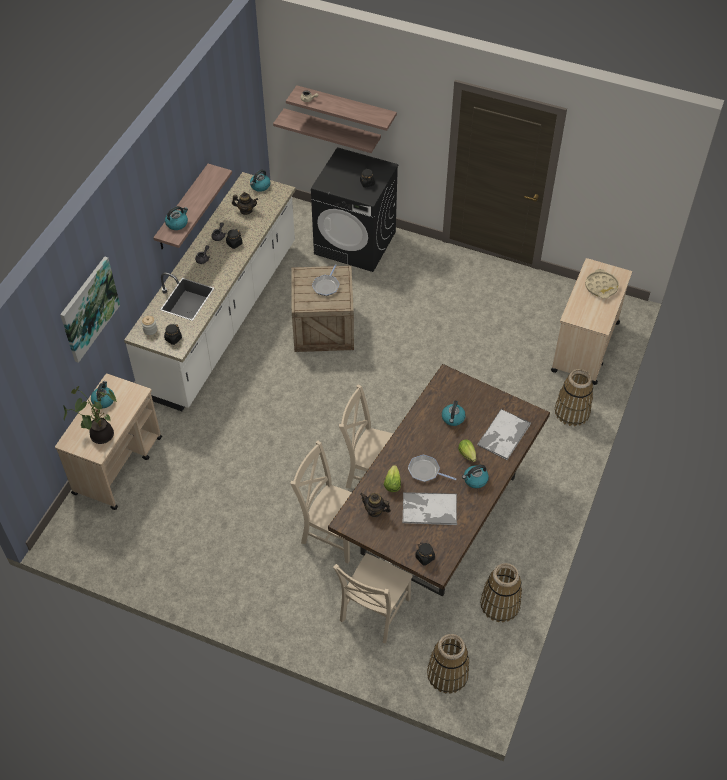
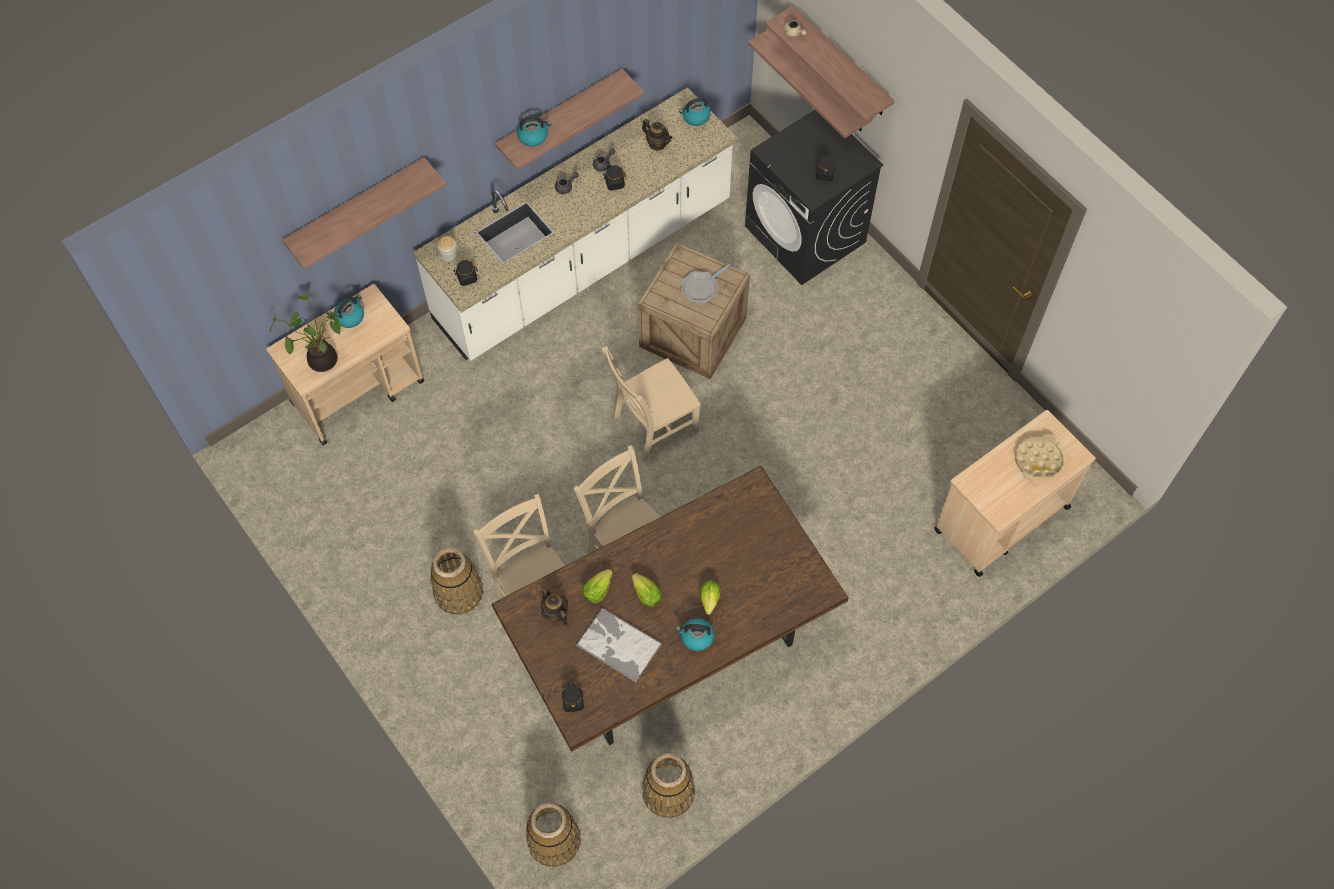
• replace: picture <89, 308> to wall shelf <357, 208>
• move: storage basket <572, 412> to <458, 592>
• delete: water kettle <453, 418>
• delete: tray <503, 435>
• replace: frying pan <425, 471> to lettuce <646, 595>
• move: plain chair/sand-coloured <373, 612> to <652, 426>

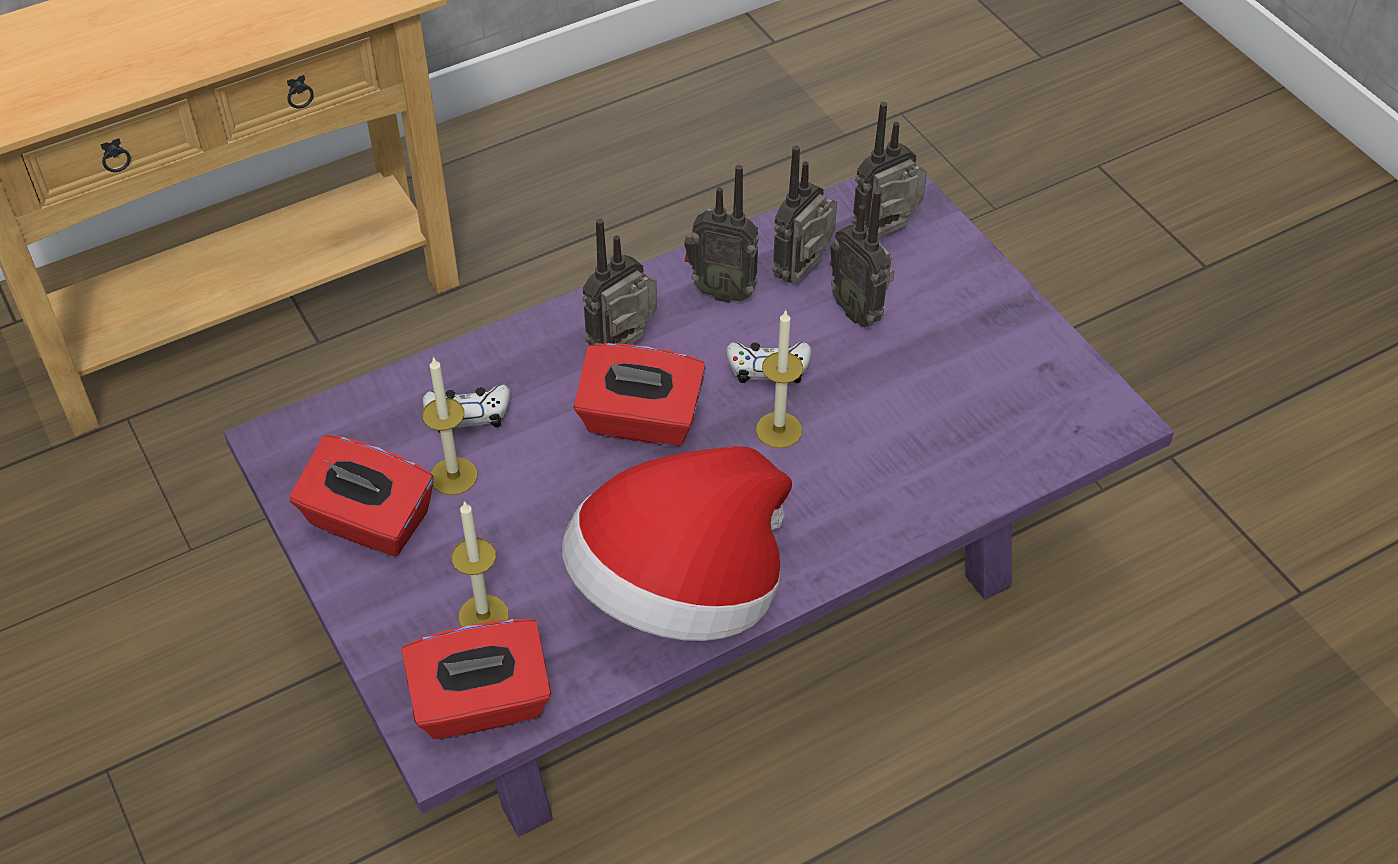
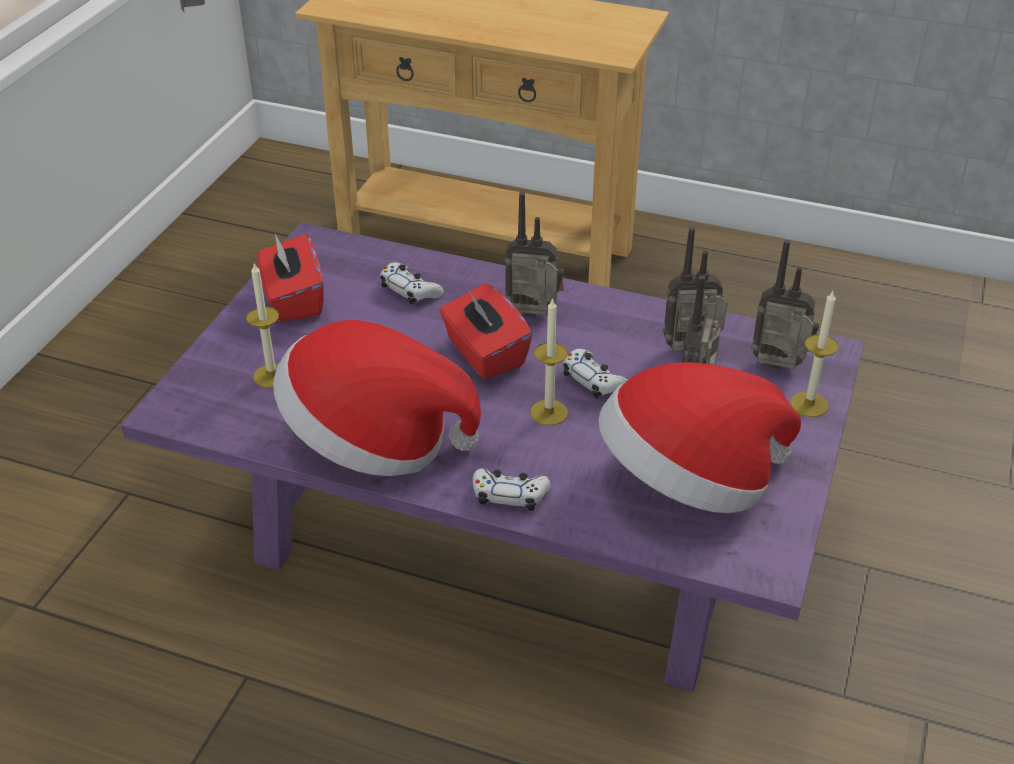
• delete: radio set <722, 290>
• move: wax candle <453, 476> to <809, 404>
• delete: tissue box/reddish <482, 704>
• insert: clothing hat <688, 482>
• insert: gamepad/white <510, 494>

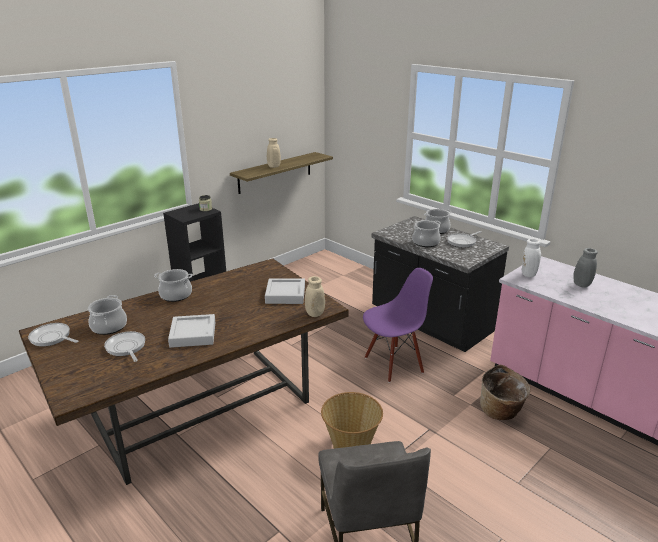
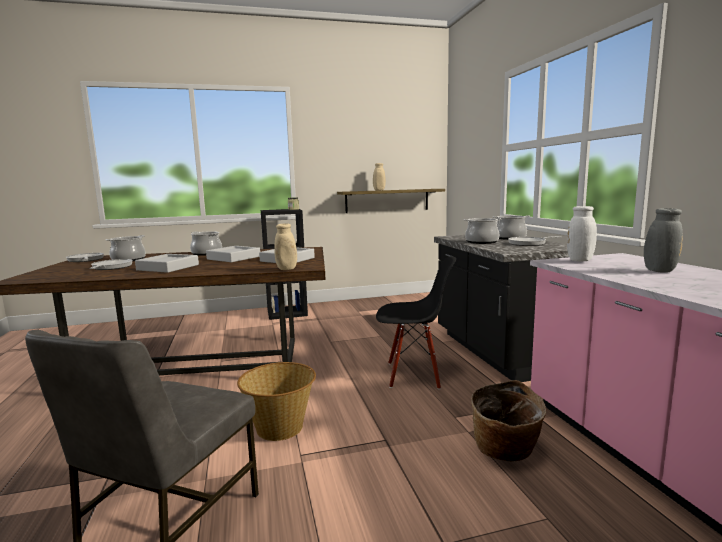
• recolor: plain chair/purplish <393, 364> to plain chair/black <414, 374>
• insert: tray/gray <233, 258>

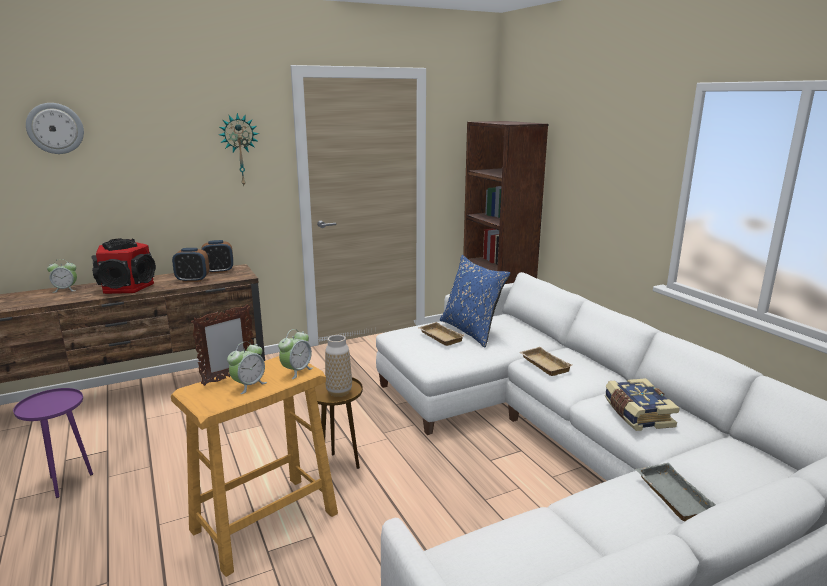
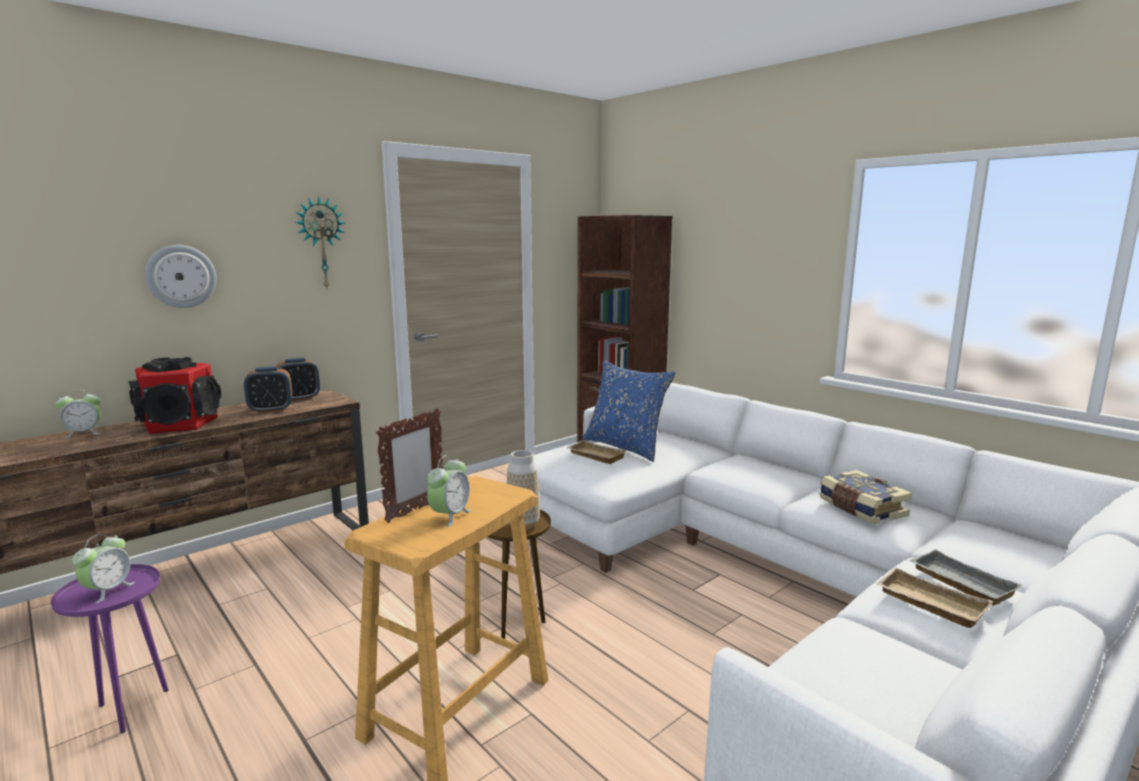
• move: wall clock <55, 128> to <181, 276>
• move: alarm clock <296, 371> to <108, 590>
• move: tray/sand-coloured <543, 365> to <928, 604>

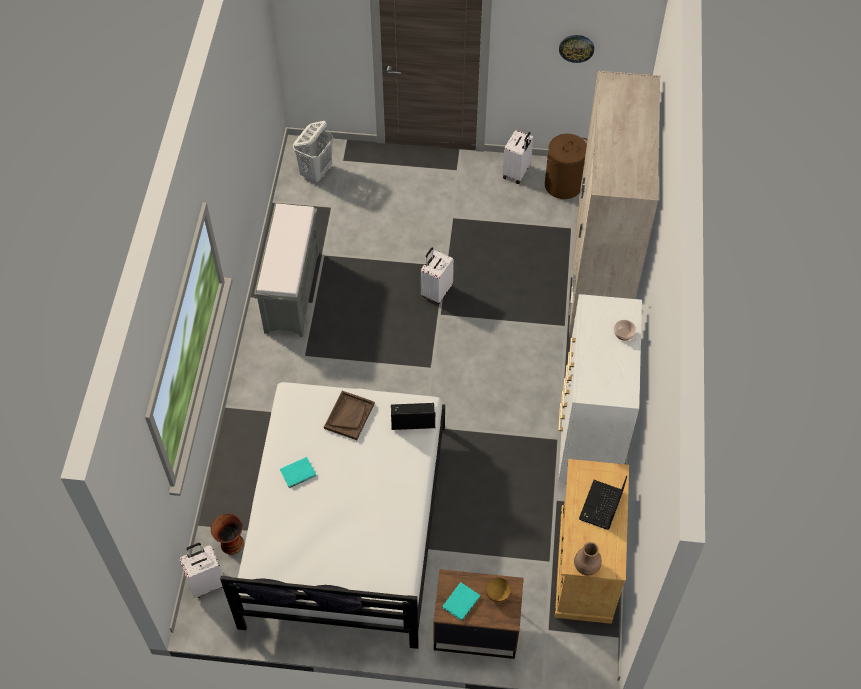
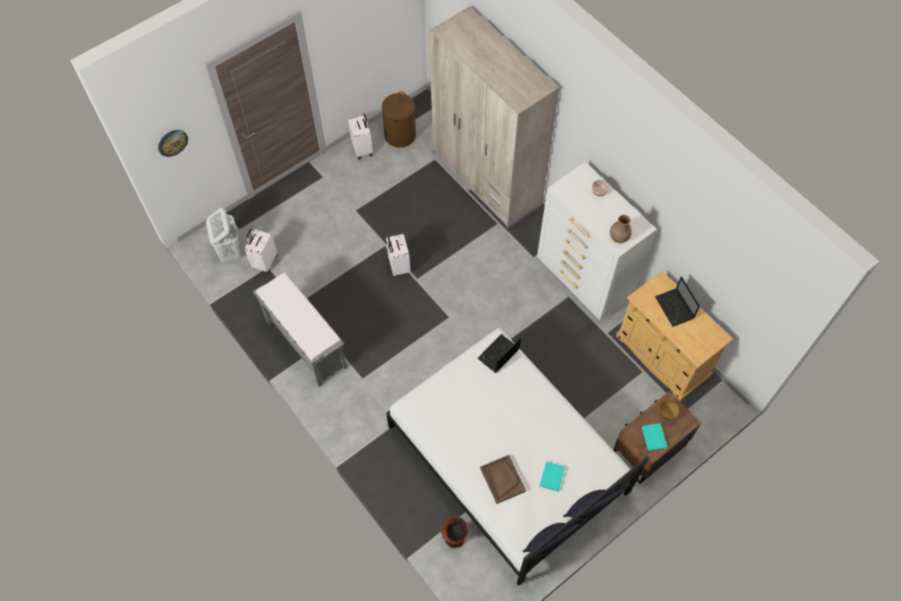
• move: wall clock <576, 48> to <172, 142>
• move: tray/brown <349, 416> to <502, 479>
• move: volume/turquoise <299, 473> to <552, 476>
• move: vase/brown <586, 566> to <618, 237>
• move: piece of luggage/white <207, 582> to <264, 261>

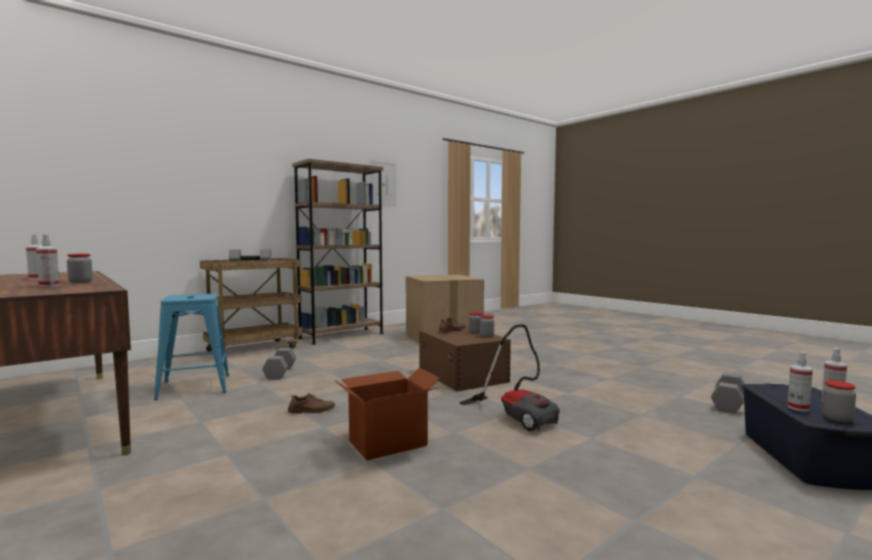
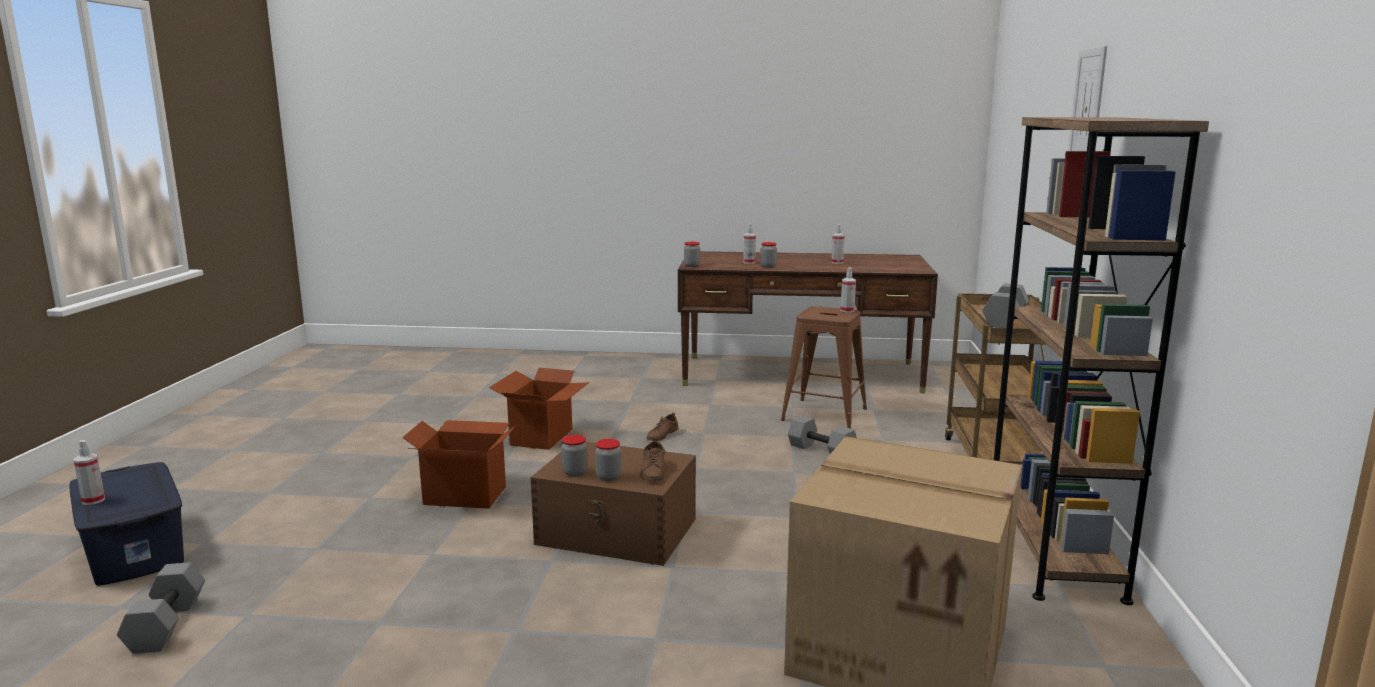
• move: picture <383, 183> to <1087, 105>
• recolor: stool/blue-coloured <194, 387> to stool/brown <825, 414>
• replace: vacuum <517, 416> to cardboard box <465, 495>
• move: hand sprayer <798, 408> to <847, 311>
• move: storage jar <837, 418> to <692, 266>

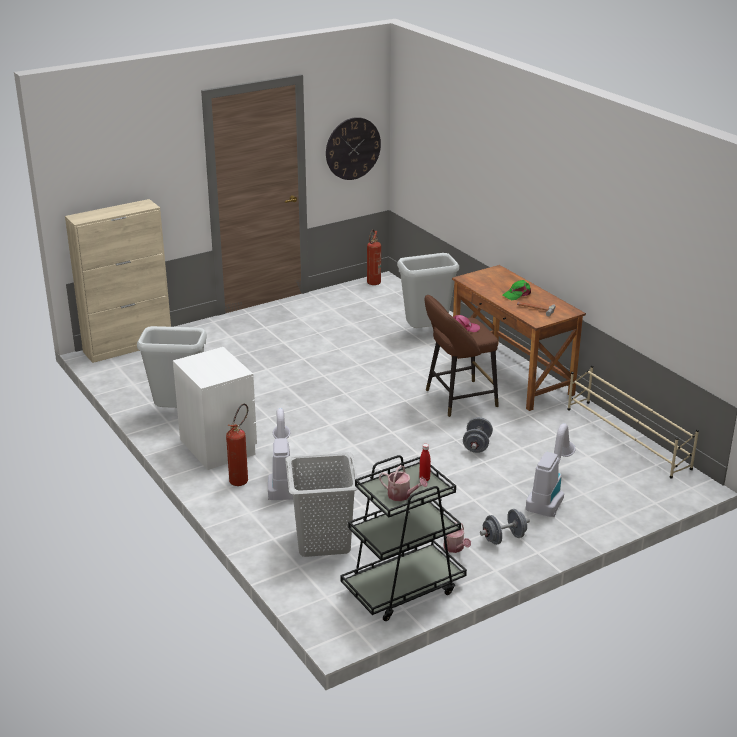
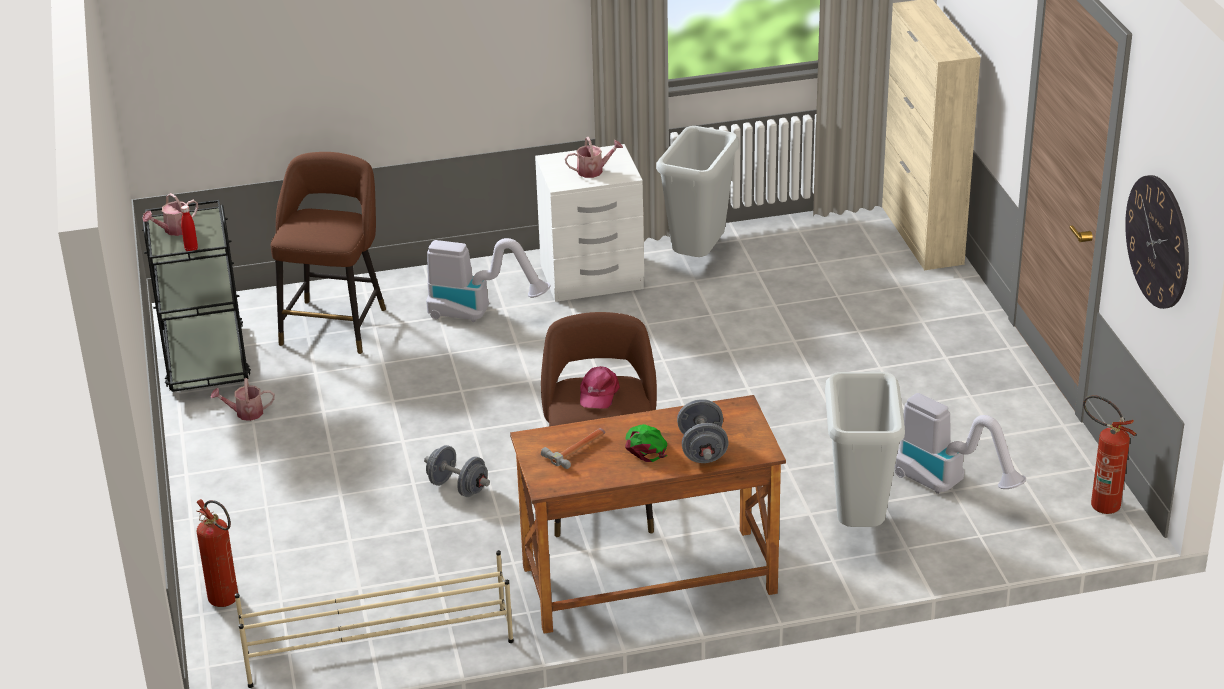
• move: extinguisher <241, 478> to <228, 602>
• move: vacuum <549, 496> to <949, 485>
• replace: laundry basket/gray <322, 540> to stool/brown <335, 323>
• move: dumbbell/gray <504, 538> to <702, 449>
• insert: watering can <594, 171>

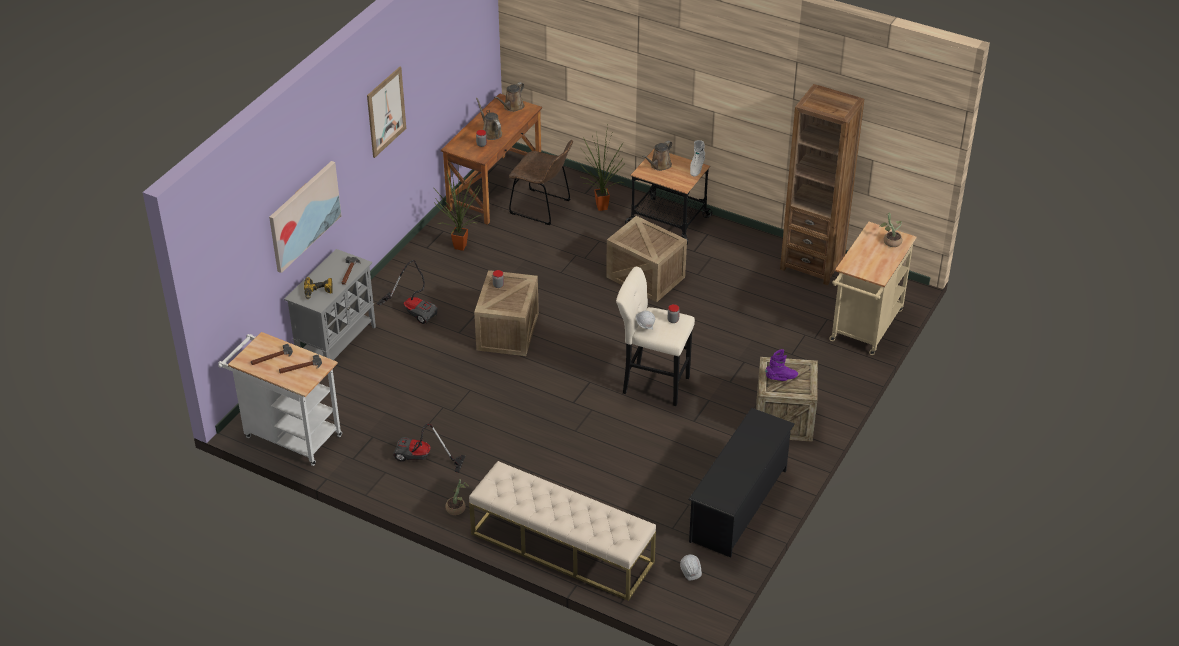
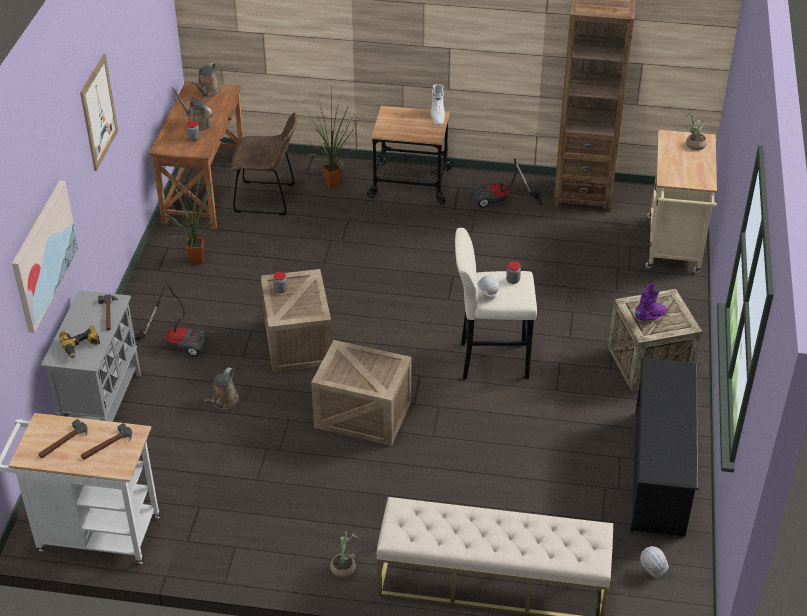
• move: watering can/brown <659, 165> to <223, 401>
• move: crate <647, 277> to <364, 414>
• move: vacuum <422, 459> to <501, 202>

